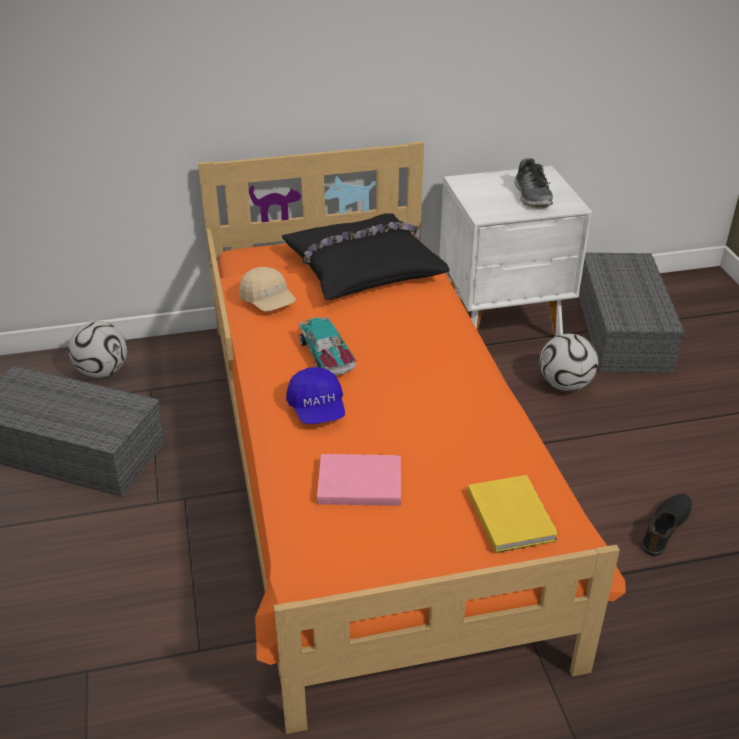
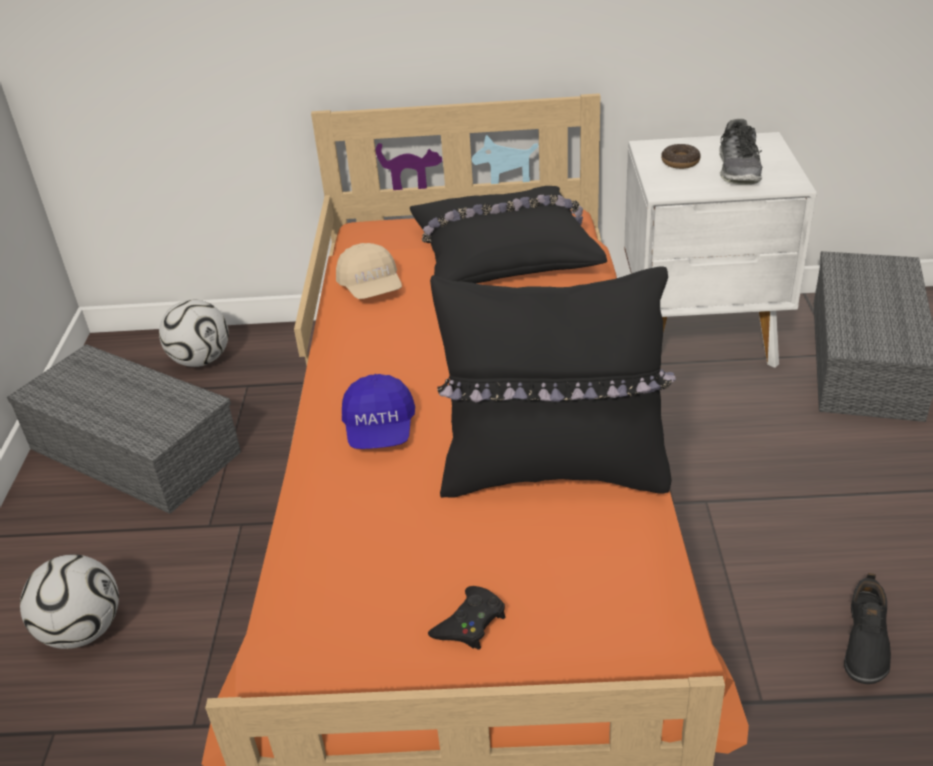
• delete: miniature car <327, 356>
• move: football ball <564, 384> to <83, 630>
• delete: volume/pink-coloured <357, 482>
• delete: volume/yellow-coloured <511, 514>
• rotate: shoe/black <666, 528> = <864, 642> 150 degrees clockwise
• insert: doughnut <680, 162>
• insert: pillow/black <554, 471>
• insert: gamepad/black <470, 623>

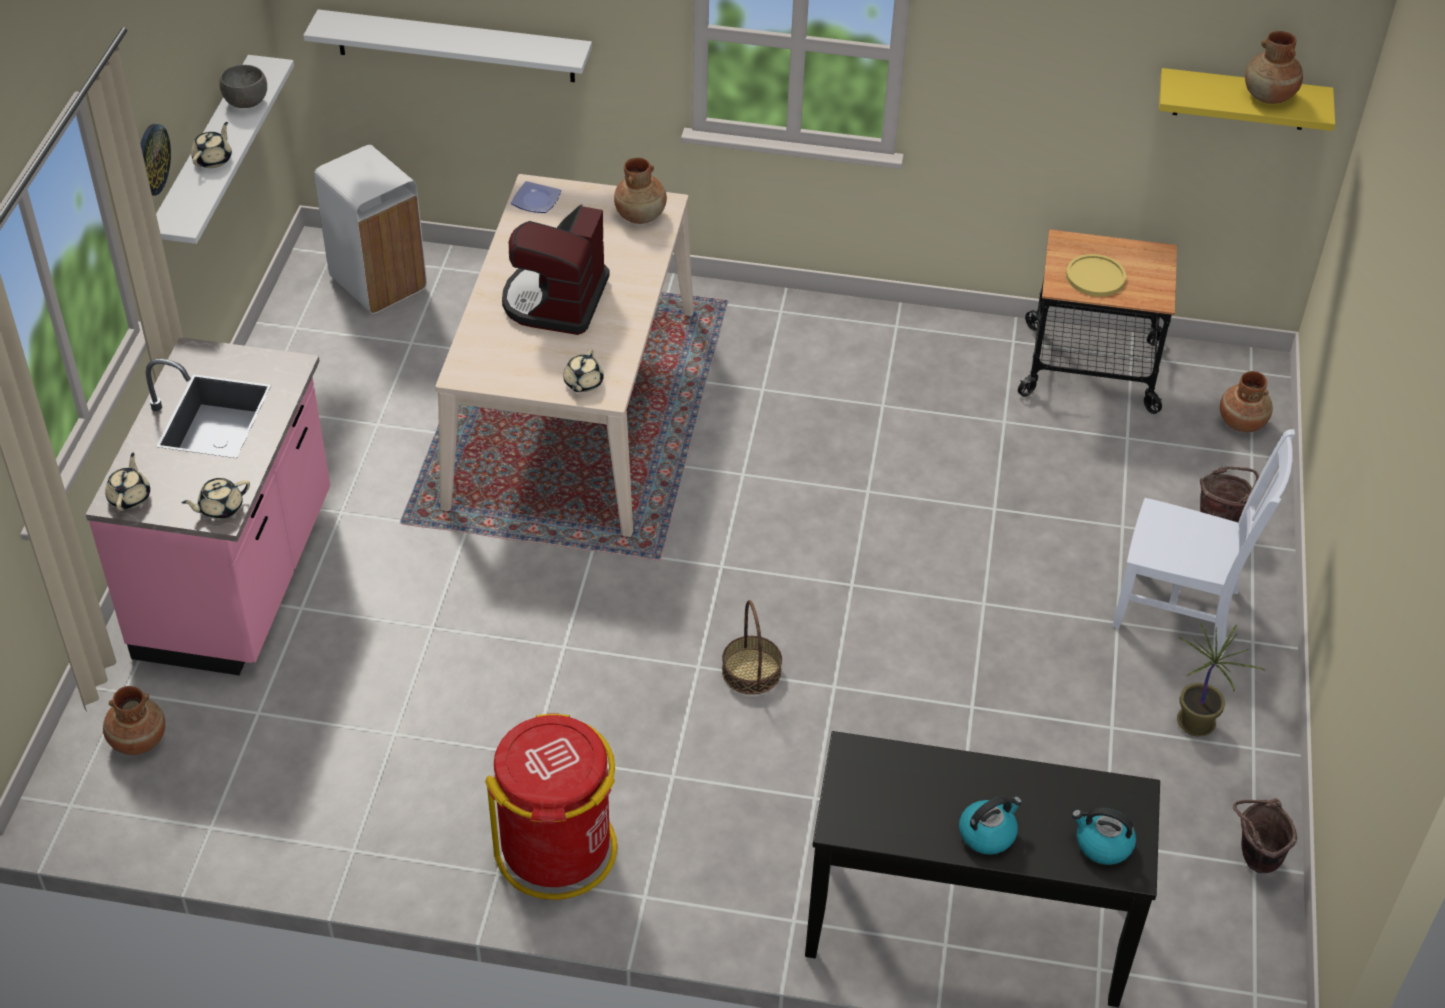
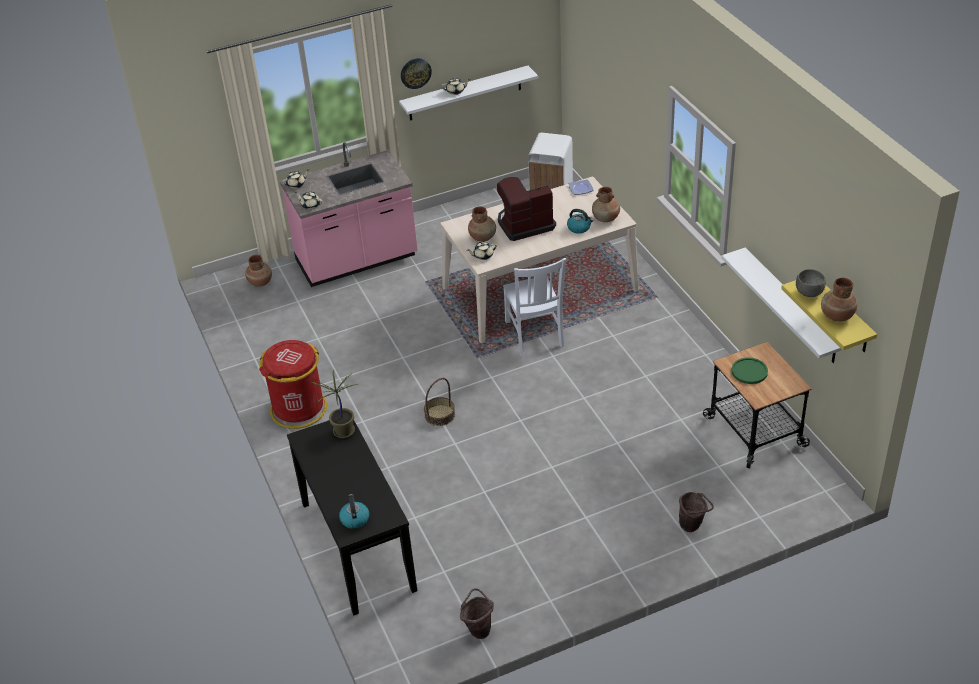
• move: wall shelf/white <455, 46> to <791, 306>
• move: serving bowl/gray <247, 103> to <809, 293>
• recolor: flat dish/yellow-coloured <1095, 277> to flat dish/green-coloured <749, 371>
• move: vase/brown <1241, 422> to <483, 237>
• move: plain chair/white <1180, 609> to <534, 335>
• move: potted plant <1197, 724> to <343, 432>
• move: water kettle <987, 833> to <579, 228>

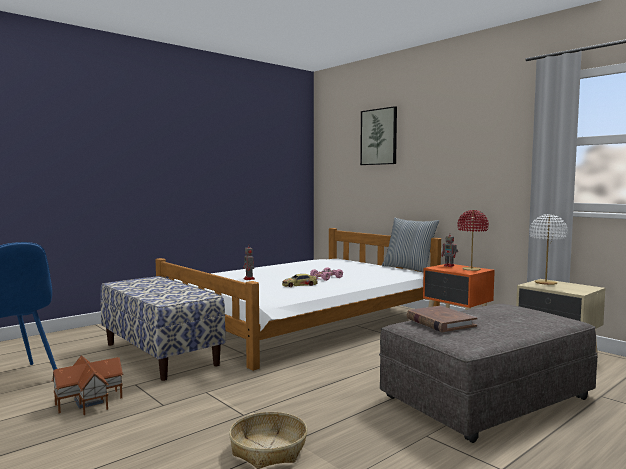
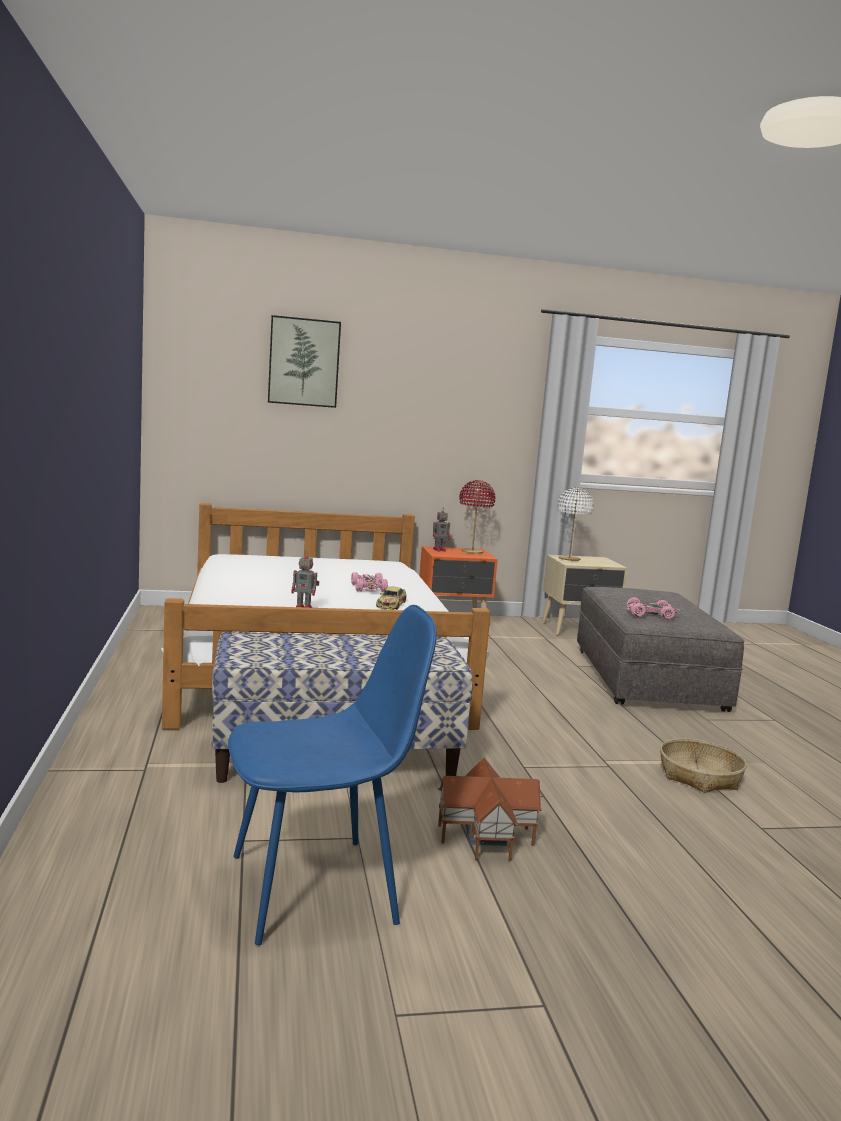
• delete: pillow <409, 269>
• replace: volume/brown <440, 322> to miniature car/pink-coloured <650, 615>

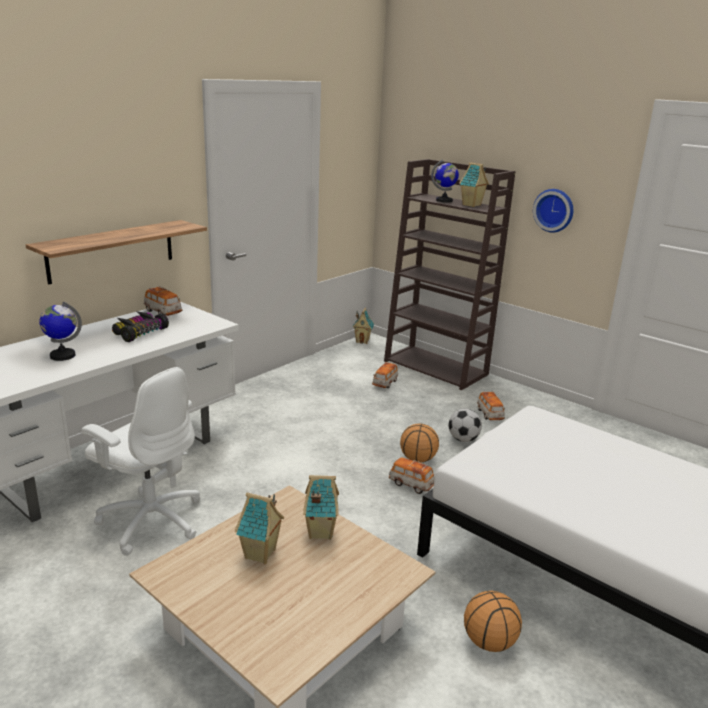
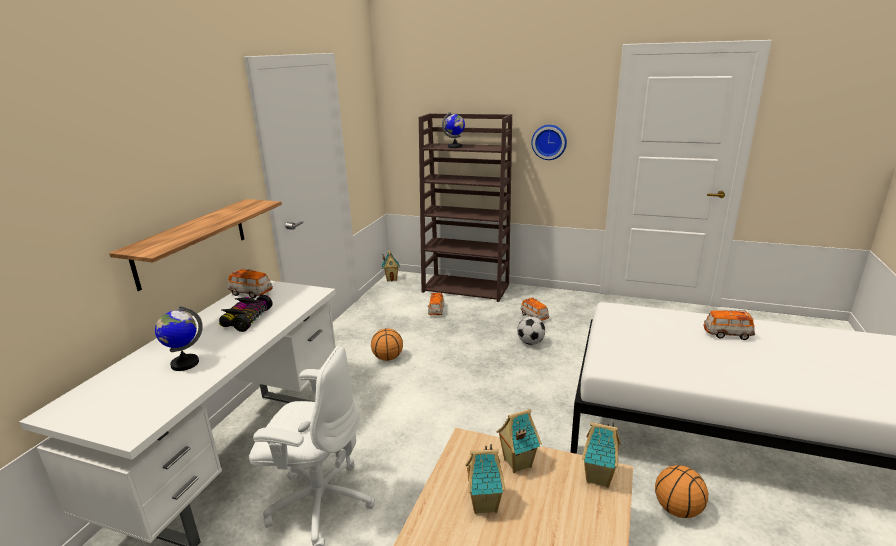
• move: miniature house <472, 205> to <599, 478>
• move: basketball <418, 459> to <388, 358>
• move: miniature car <411, 484> to <727, 334>

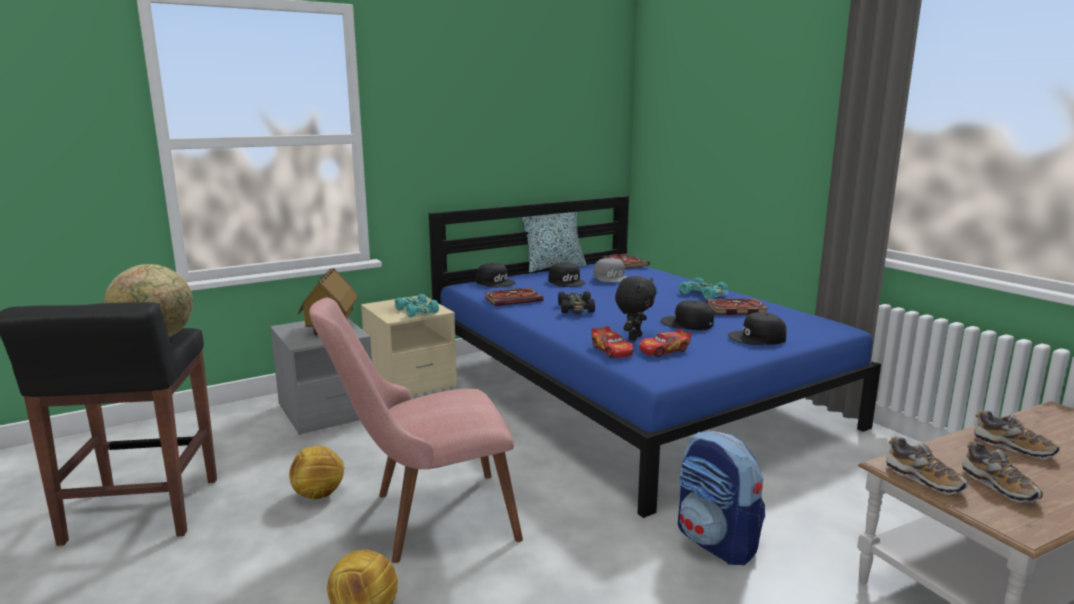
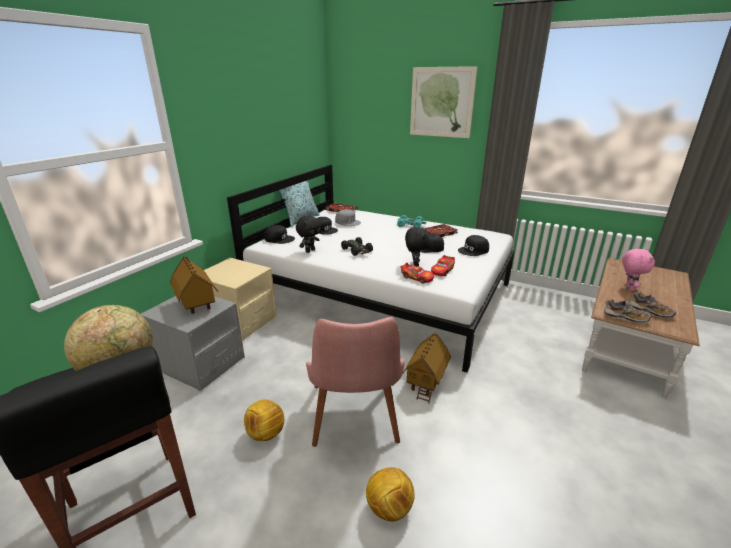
• recolor: bed/blue-coloured <629, 391> to bed/white <381, 291>
• replace: volume <514, 299> to cuddly toy/black <310, 250>
• delete: miniature car/turquoise <417, 311>
• rotate: plain chair/pink-coloured <425, 519> = <356, 423> 45 degrees counterclockwise
• replace: shoe <1013, 447> to cuddly toy/pink-coloured <628, 288>
• delete: knapsack <717, 542>
• insert: picture <441, 102>
• insert: miniature house <426, 381>

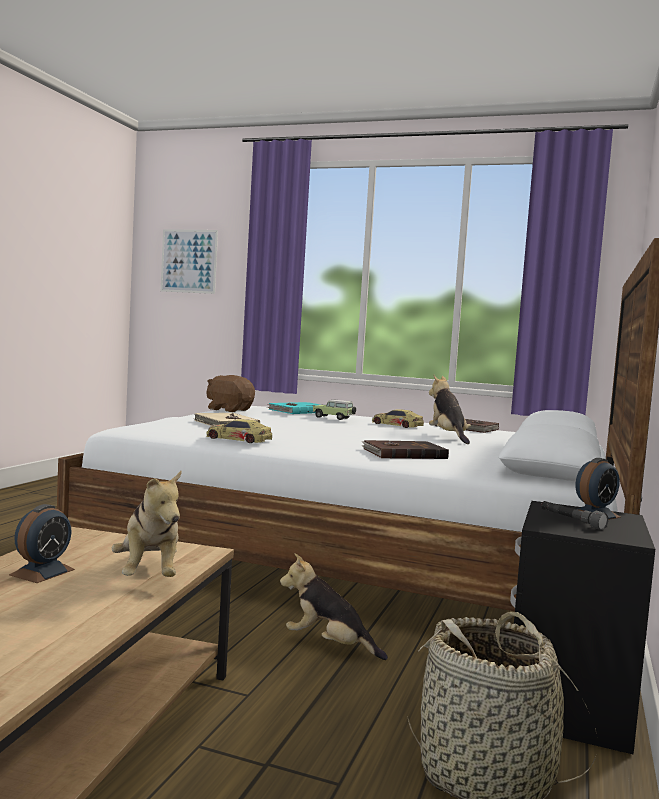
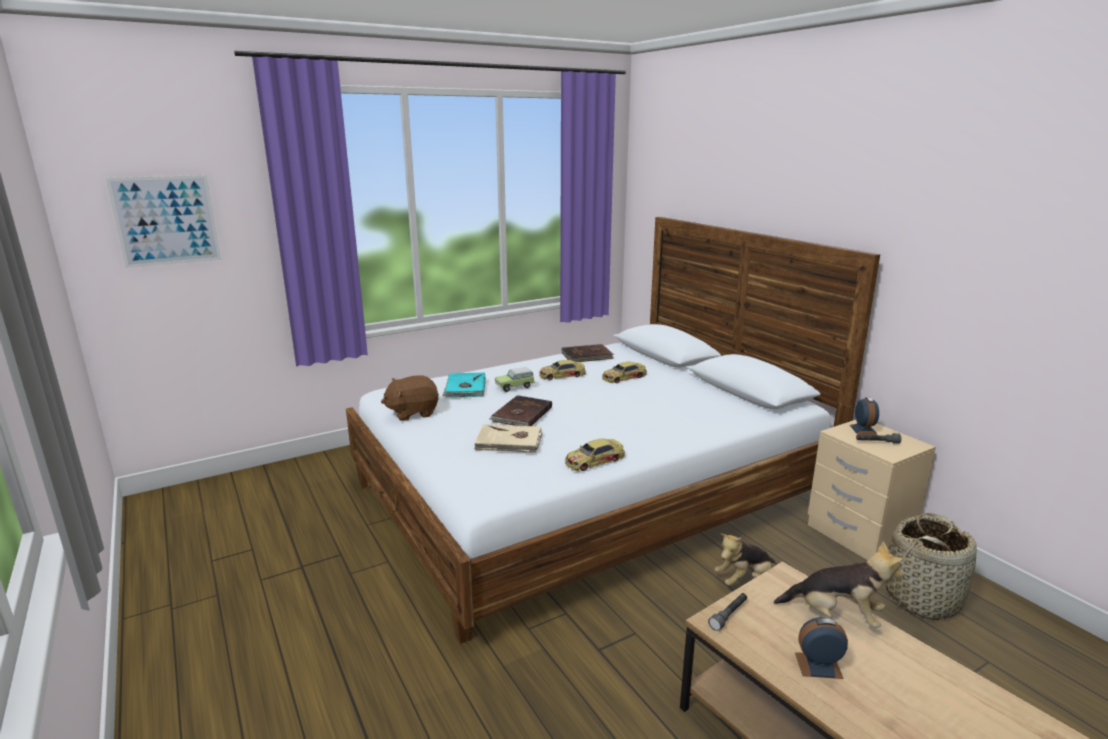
• replace: cuddly toy <448, 437> to miniature car <624, 377>
• move: volume/brown <403, 453> to <521, 414>
• recolor: night table/black <569, 705> to night table/sand-coloured <859, 535>
• rotate: alarm clock <42, 572> = <818, 665> 60 degrees counterclockwise
• insert: torch/gray <729, 615>

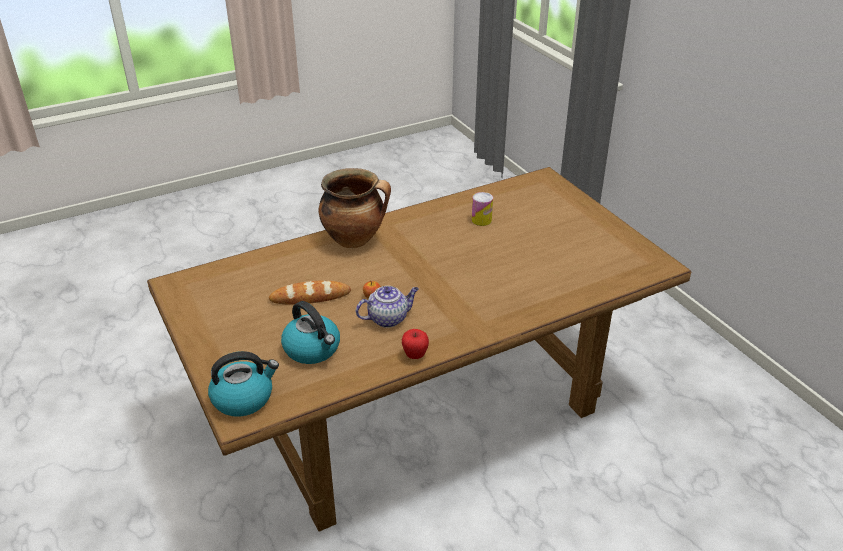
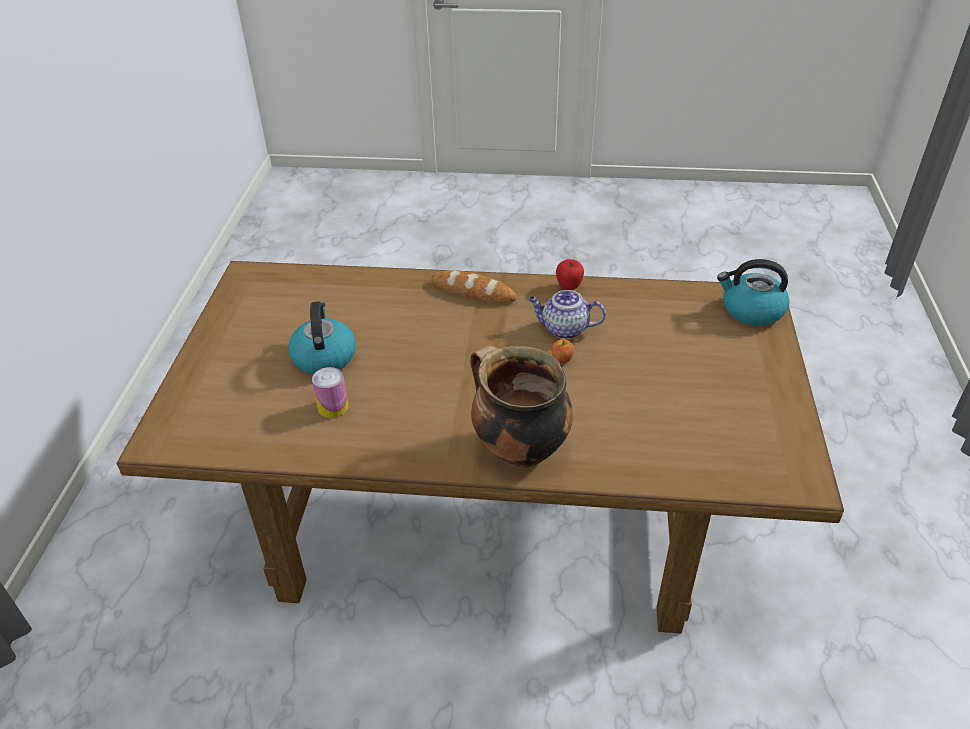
• move: bread <310, 297> to <473, 291>
• move: water kettle <313, 349> to <324, 356>

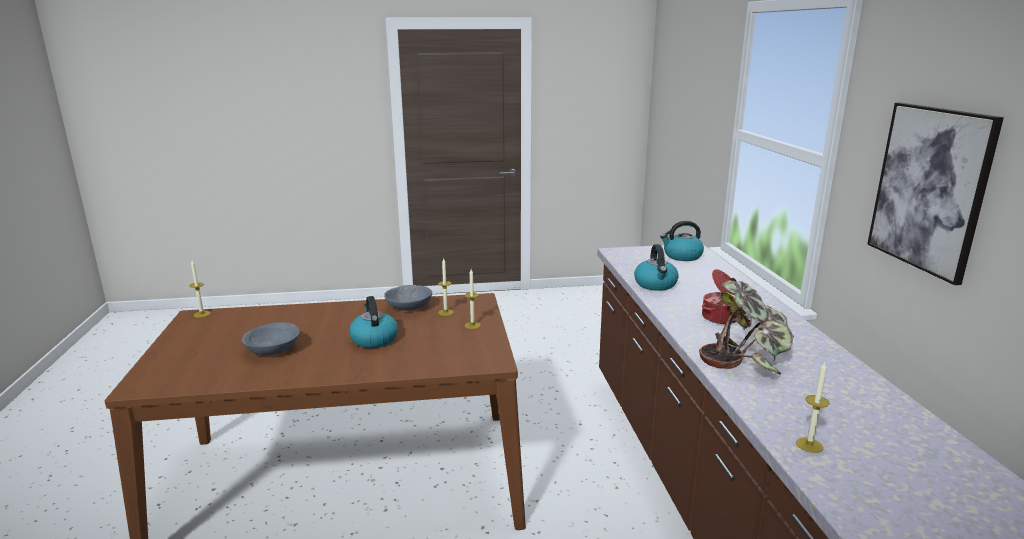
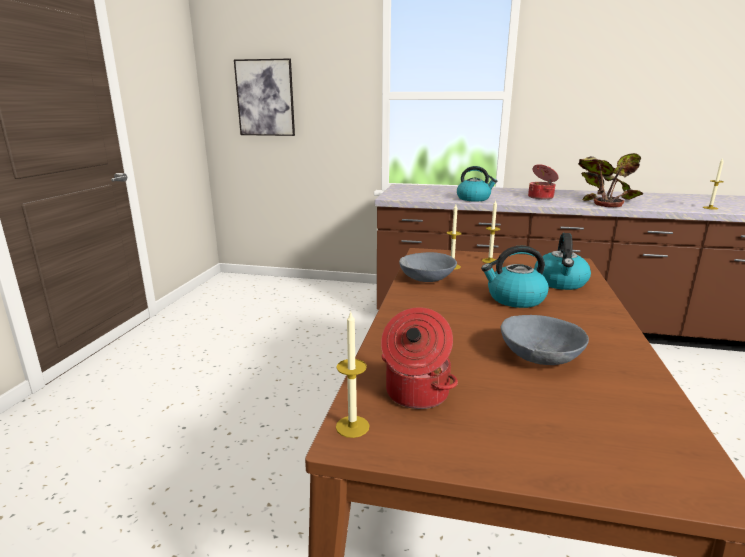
• move: picture <930, 189> to <265, 98>
• move: water kettle <682, 256> to <560, 283>
• insert: saucepot <415, 393>

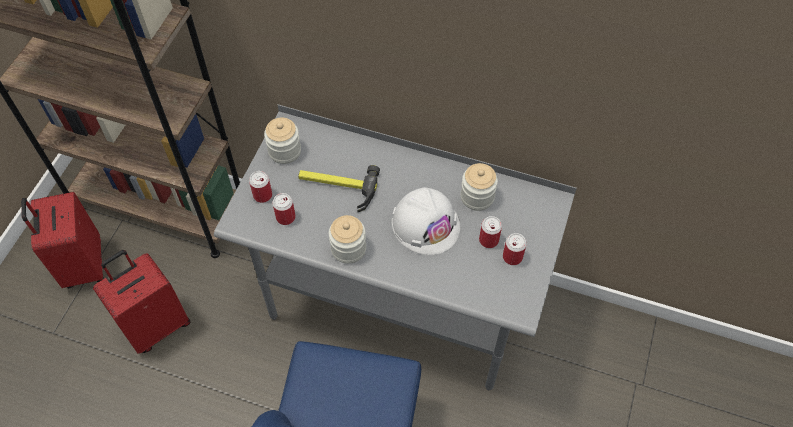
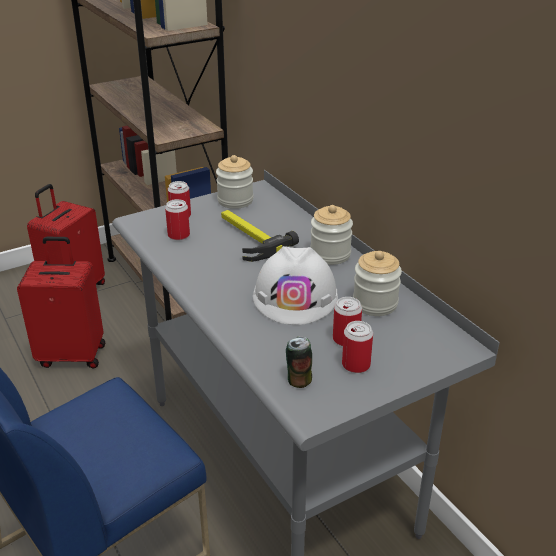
• move: storage jar <348, 248> to <330, 254>
• insert: metal can <299, 380>

